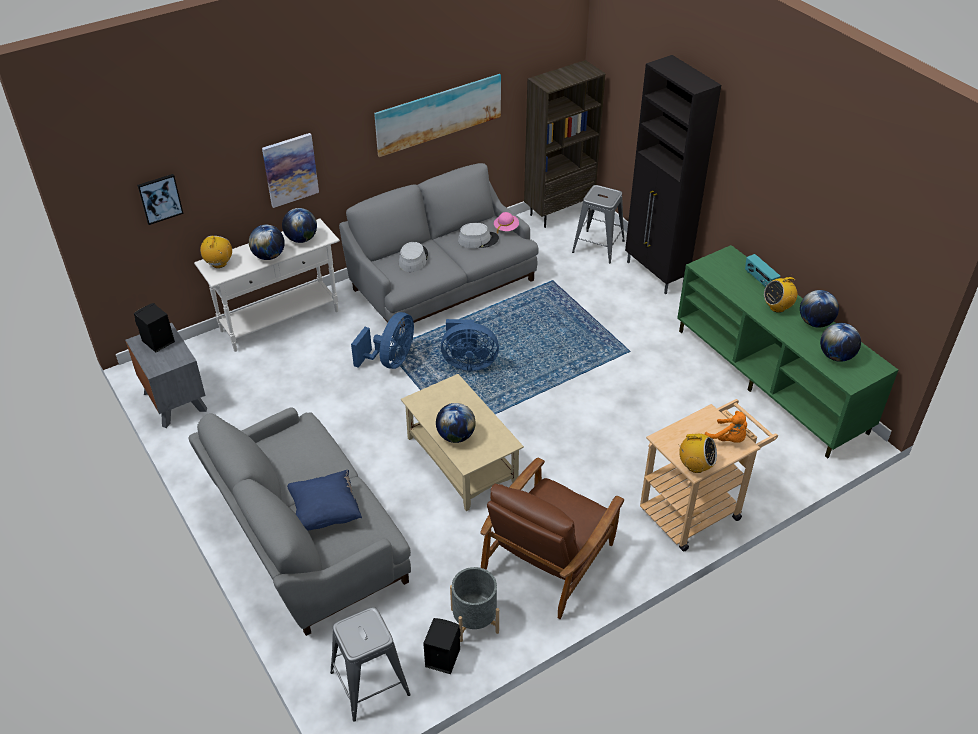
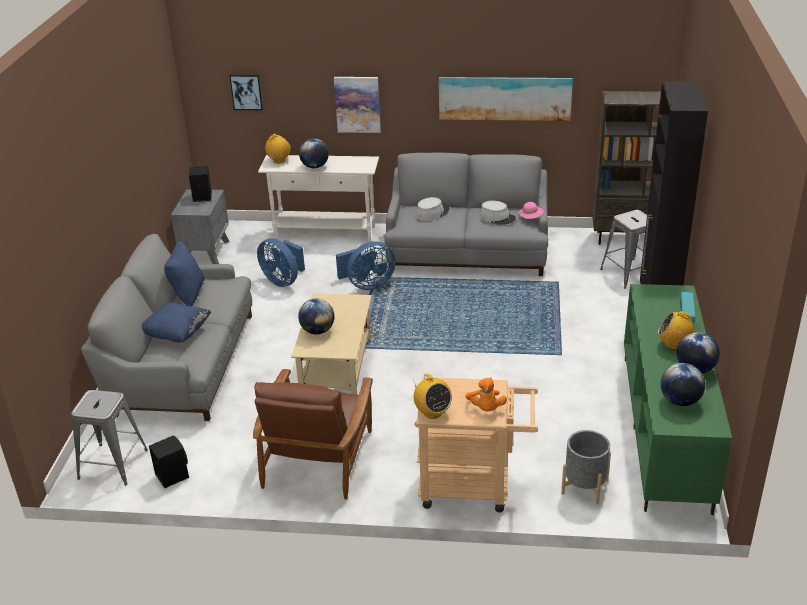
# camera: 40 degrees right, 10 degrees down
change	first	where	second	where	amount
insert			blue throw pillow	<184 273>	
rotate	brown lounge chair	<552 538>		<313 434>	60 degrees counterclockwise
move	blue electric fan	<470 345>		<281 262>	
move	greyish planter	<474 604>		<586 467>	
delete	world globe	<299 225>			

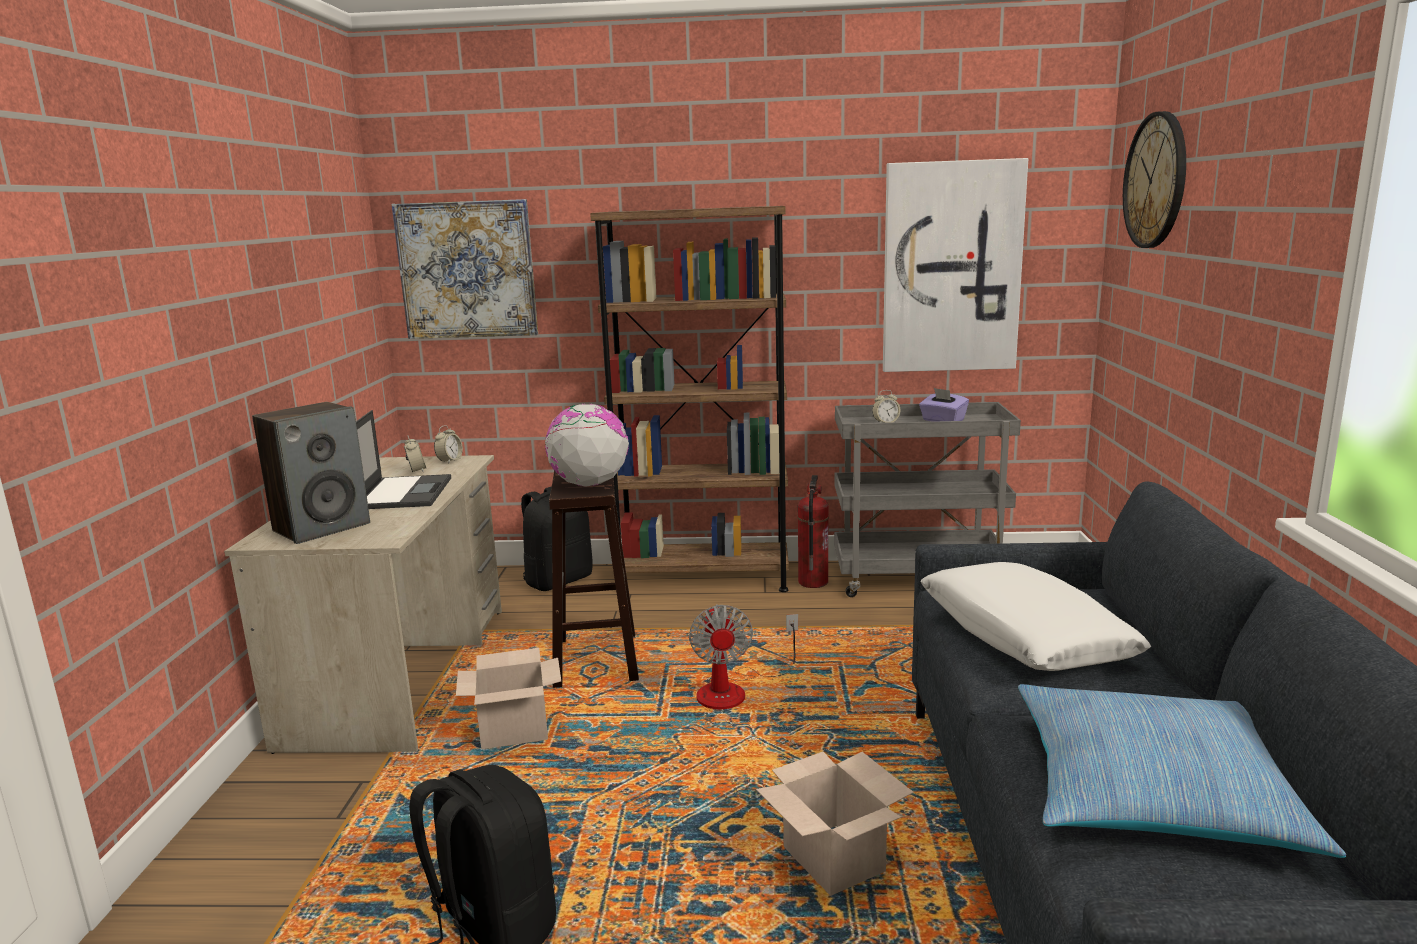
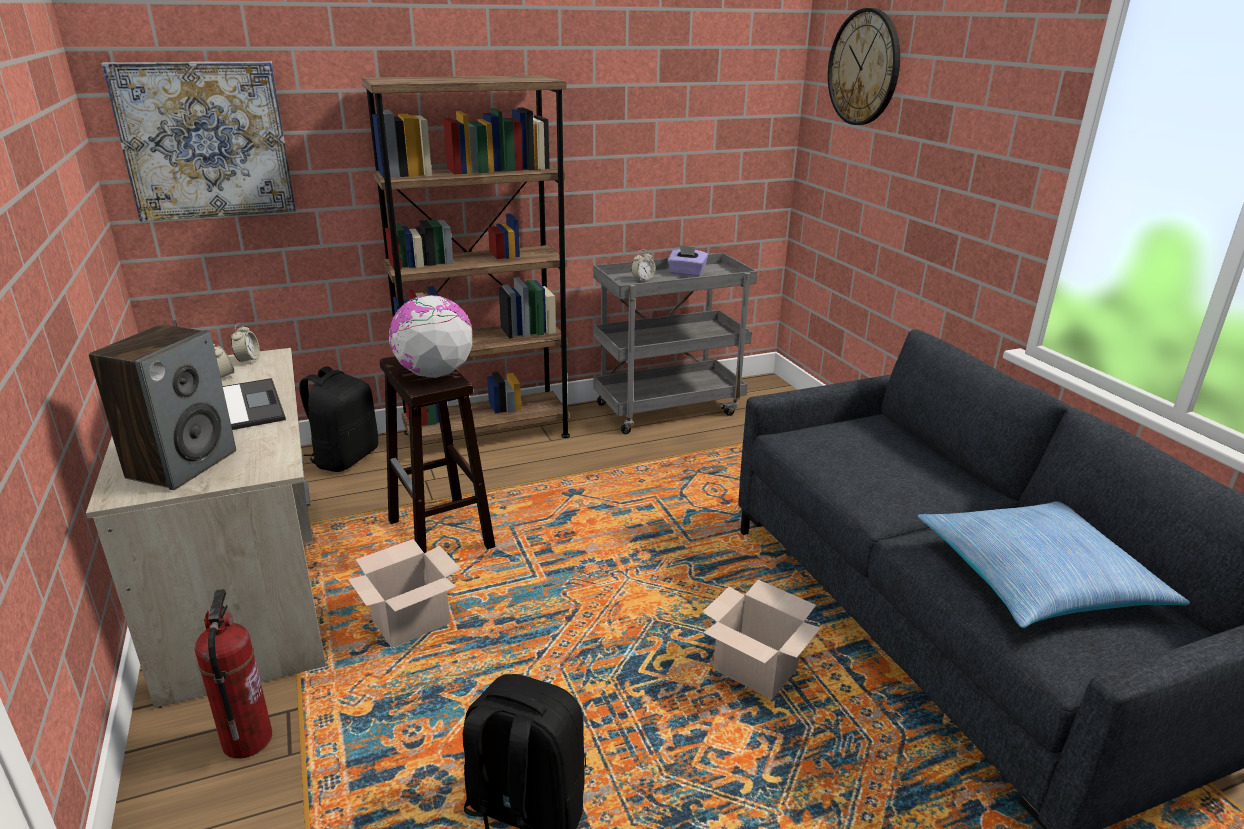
# camera: 25 degrees left, 10 degrees up
change	first	where	second	where	amount
move	extinguisher	<813 531>		<233 674>	
delete	electric fan	<743 656>			
delete	wall art	<955 265>			
delete	white throw pillow	<1035 616>			

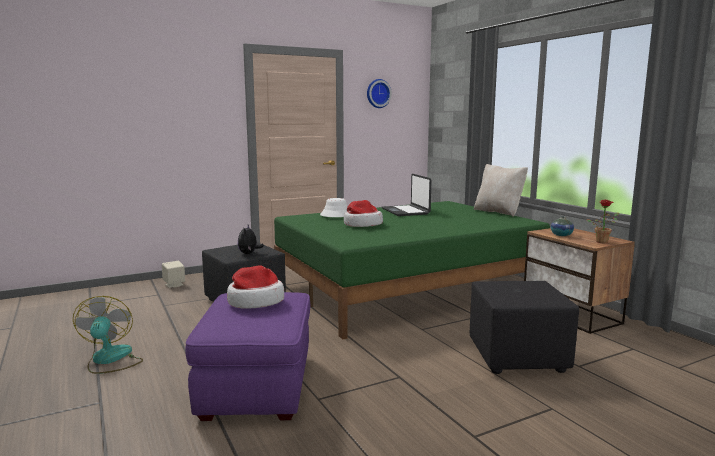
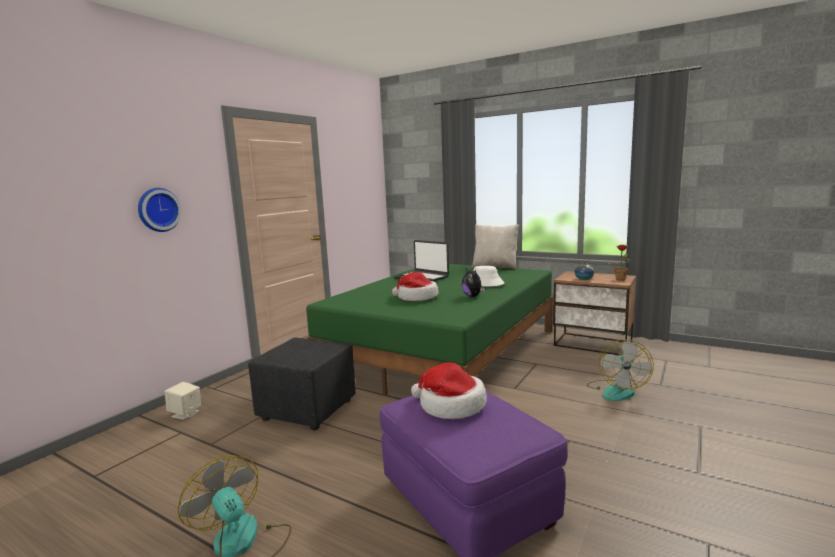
# camera: 30 degrees left, 0 degrees up
change	first	where	second	where	amount
move	wall clock	<379 93>		<160 210>	
move	cuddly toy	<251 239>		<473 282>	
move	white wearable hat	<334 207>		<489 276>	
replace	blackish ottoman	<524 327>	electric fan	<620 370>	

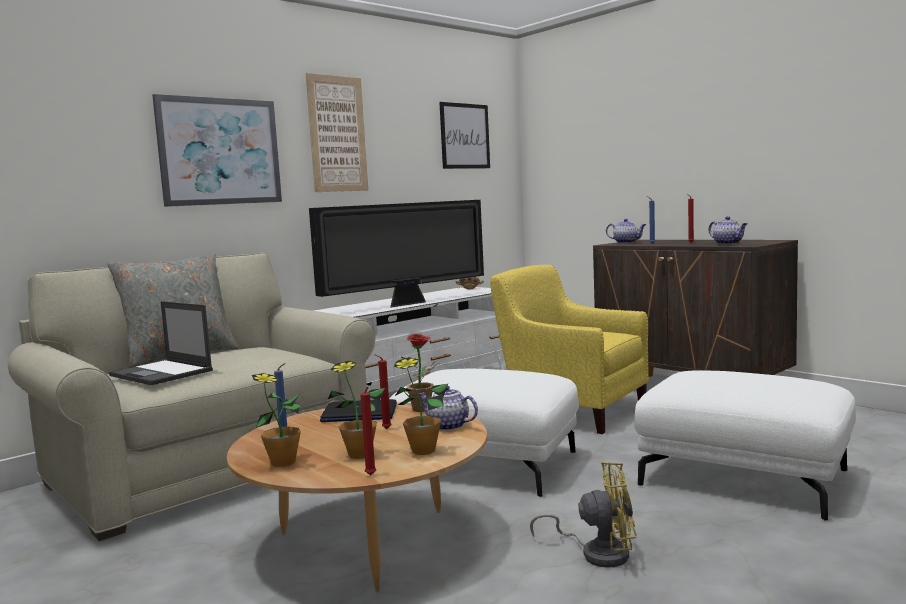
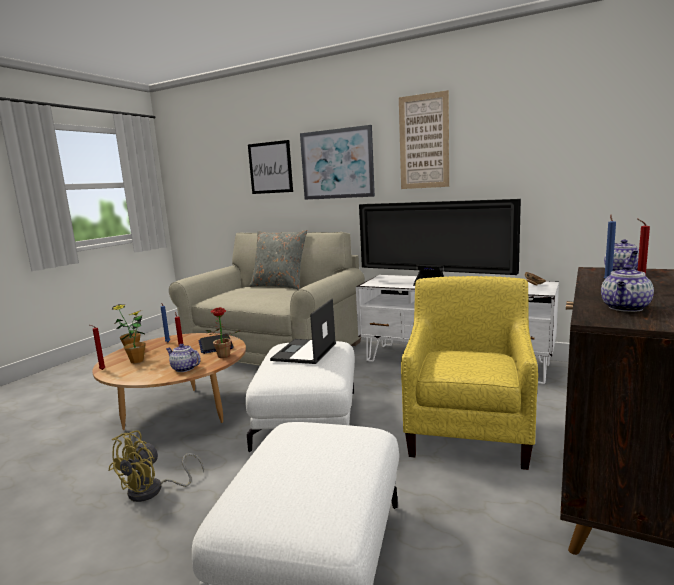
# camera: 70 degrees right, 5 degrees up
change	first	where	second	where	amount
rotate	yellow-coloured electric fan	<583 515>		<156 466>	45 degrees clockwise
rotate	pot for tea	<448 408>		<183 358>	75 degrees counterclockwise
move	wall art	<464 135>		<270 167>	
move	portable computer	<161 343>		<303 331>	
delete	potted plant	<421 406>			

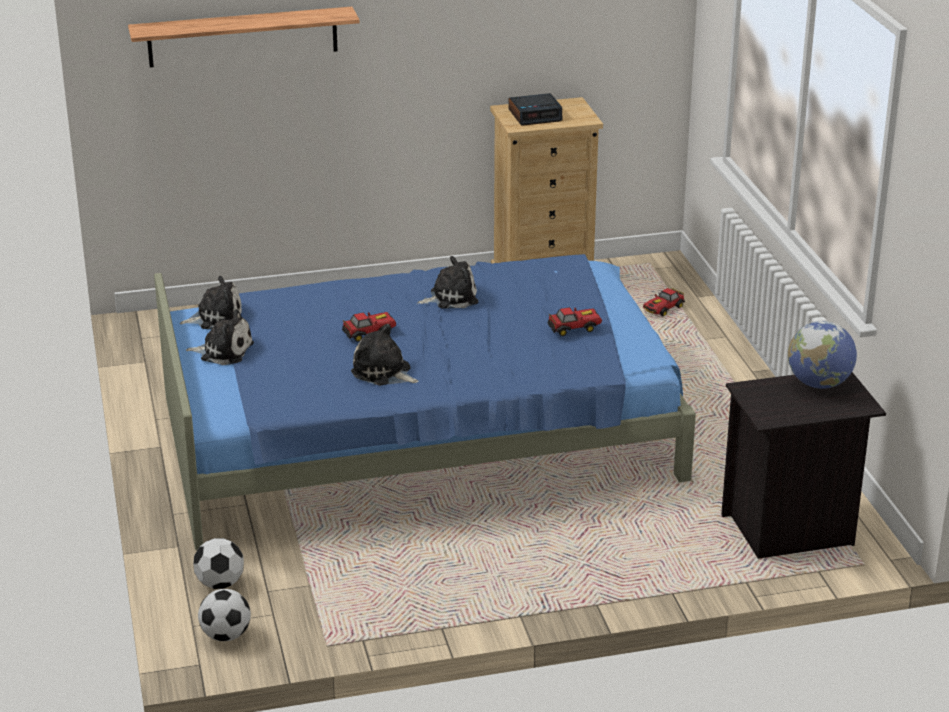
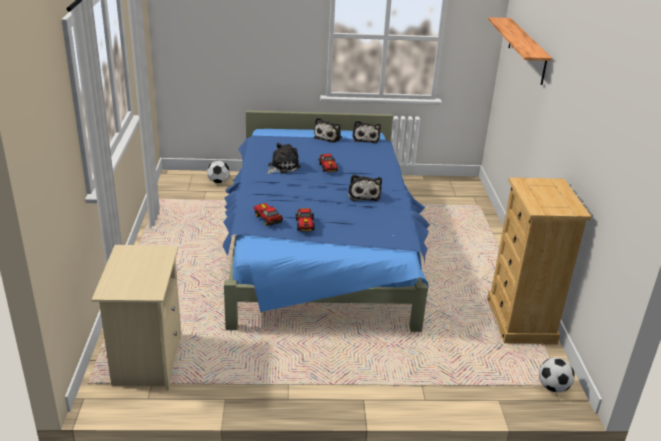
# camera: 100 degrees right, 0 degrees up
change	first	where	second	where	amount
recolor	blackish bedside table	<803 465>	sand-coloured bedside table	<136 318>	
move	miniature car	<664 302>		<268 214>	
move	football ball	<224 615>		<557 375>	
delete	table clock	<535 109>			
delete	world globe	<822 355>			

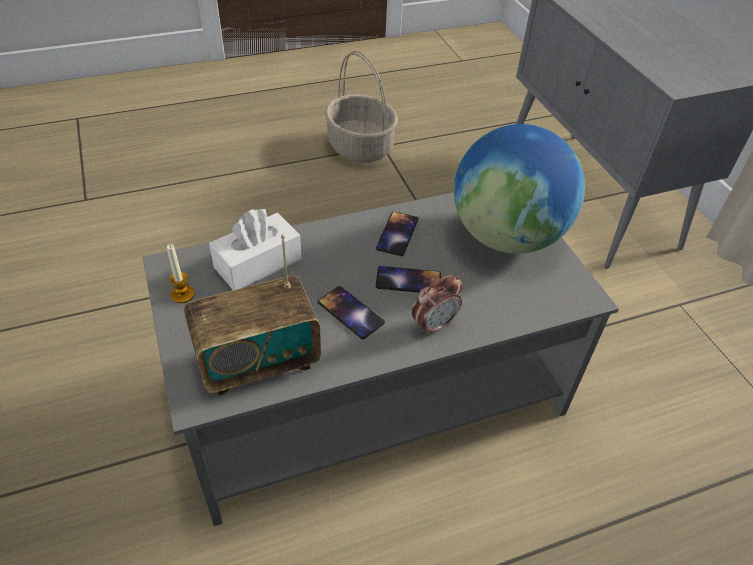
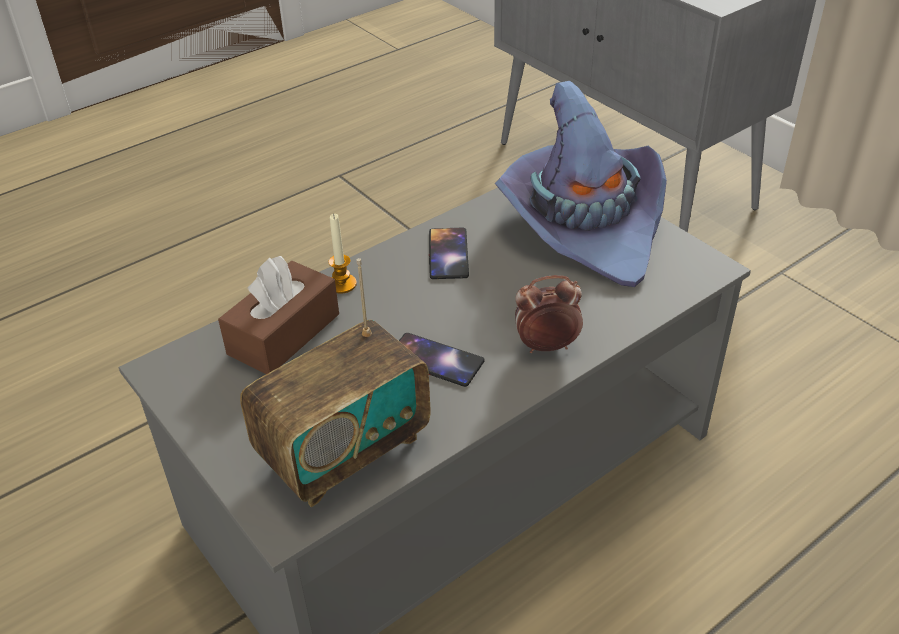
# camera: 15 degrees left, 5 degrees down
change	first	where	second	where	amount
recolor	white tissue box	<255 249>	brown tissue box	<278 315>	
move	wax light	<181 273>		<343 254>	
replace	world globe	<519 189>	purple-coloured wearable hat	<581 184>	
rotate	table clock	<437 305>		<549 314>	135 degrees counterclockwise
delete	household basket	<361 106>			
delete	phone	<408 279>			

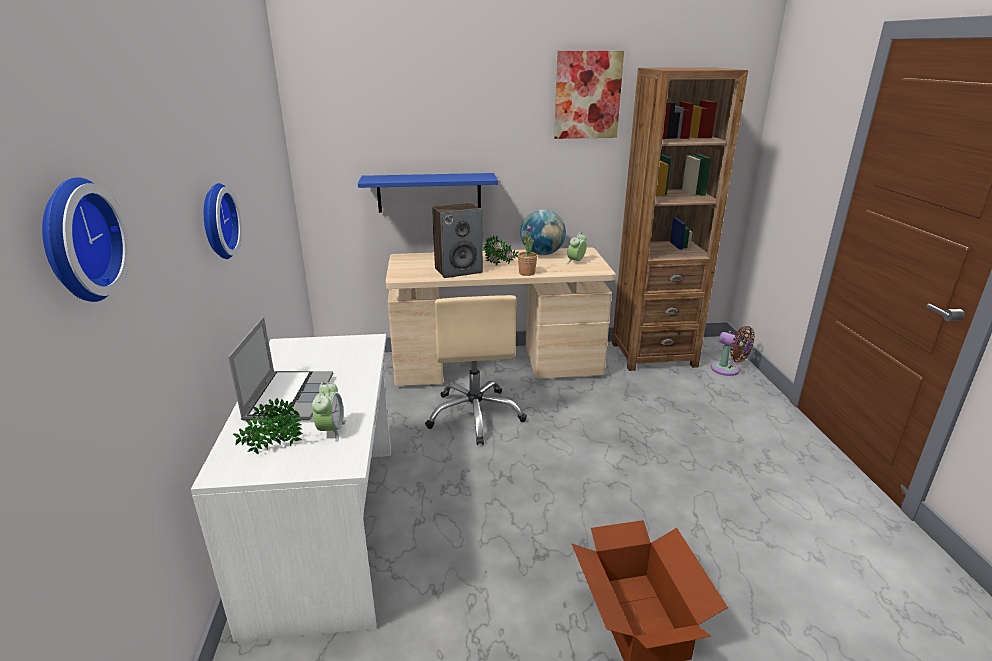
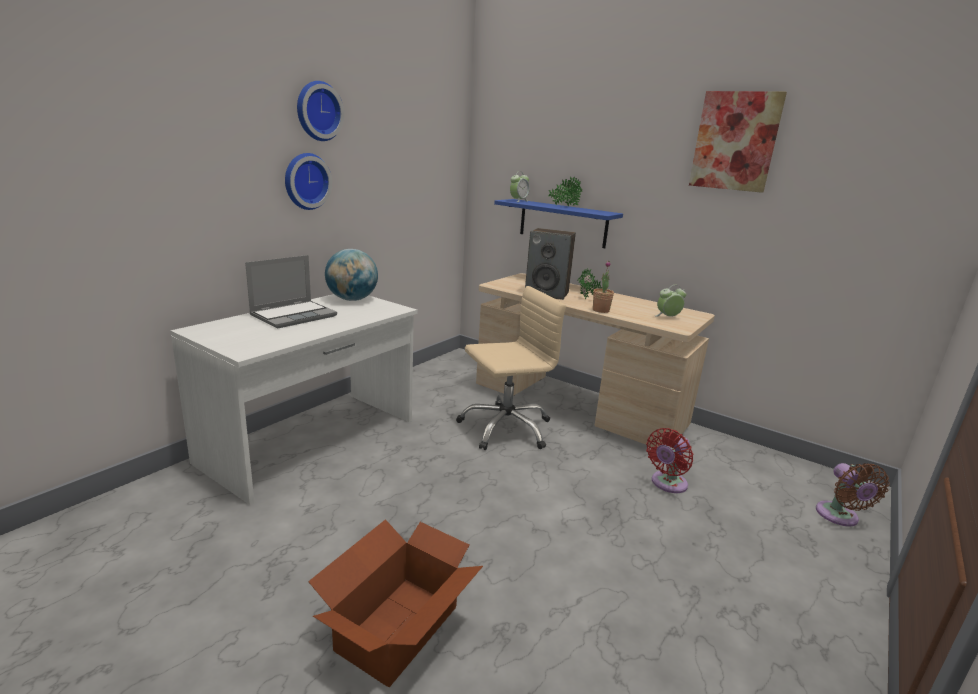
# camera: 40 degrees right, 5 degrees down
change	first	where	second	where	amount
move	wall clock	<86 239>		<320 111>	
move	world globe	<543 232>		<351 275>	
rotate	sand-coloured computer chair	<476 370>		<511 368>	150 degrees counterclockwise
move	table clock	<329 412>		<520 186>	
move	potted plant	<268 426>		<565 191>	
insert			red-coloured electric fan	<669 460>	
delete	brown bookcase	<680 219>			

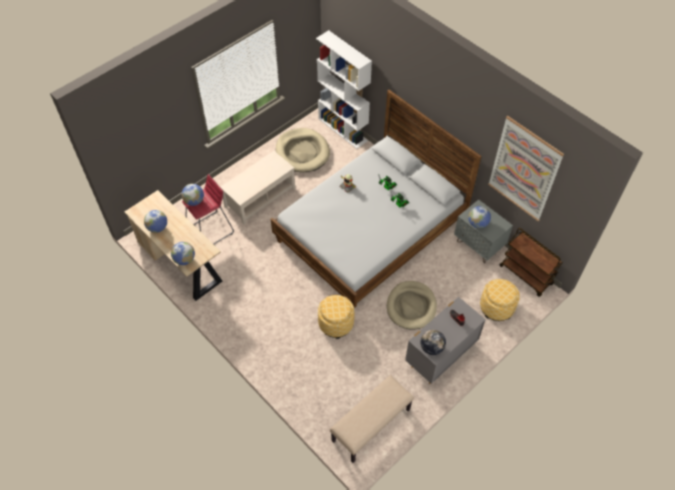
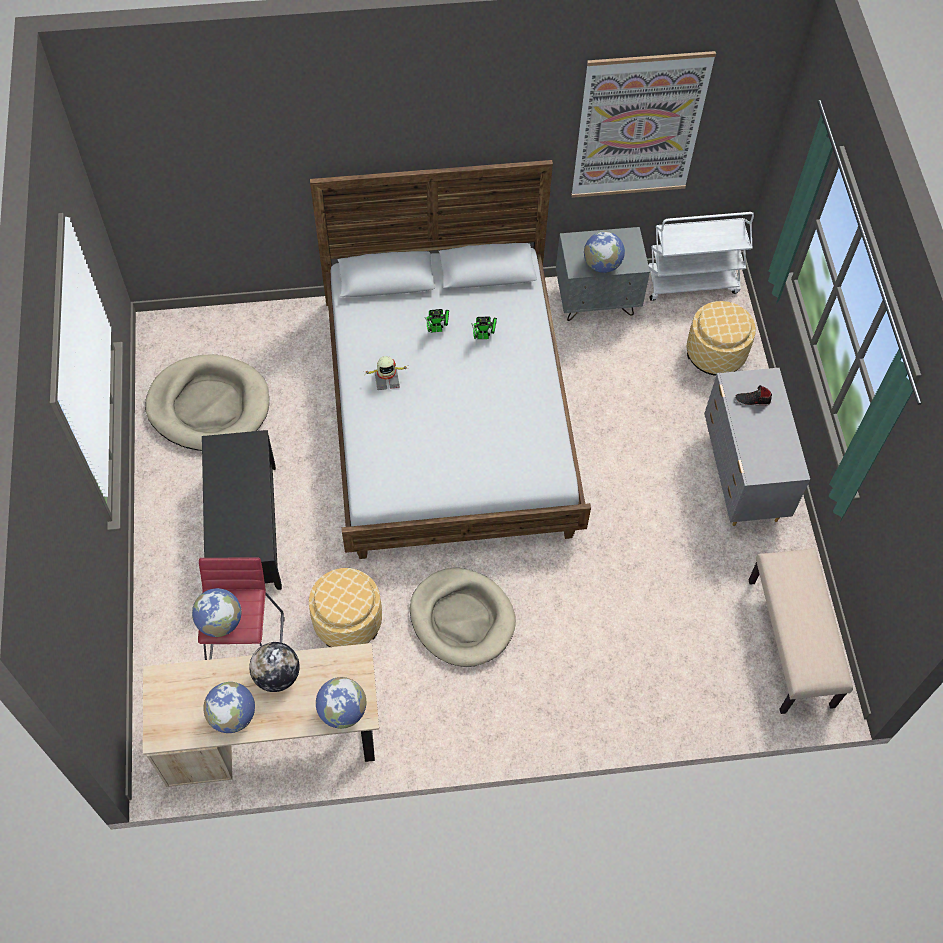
# camera: 55 degrees left, 5 degrees up
change	first	where	second	where	amount
recolor	sand-coloured lounge table	<257 188>	blackish lounge table	<242 510>	
move	world globe	<433 342>		<274 667>	
move	ottoman	<336 317>		<345 607>	
move	sand-coloured dog bed	<412 305>		<463 617>	
recolor	brown cart	<531 262>	white cart	<701 256>	
delete	white bookcase	<344 89>			

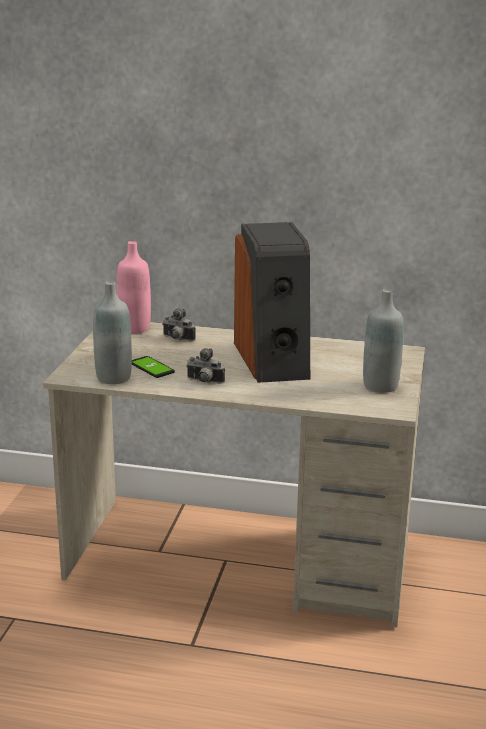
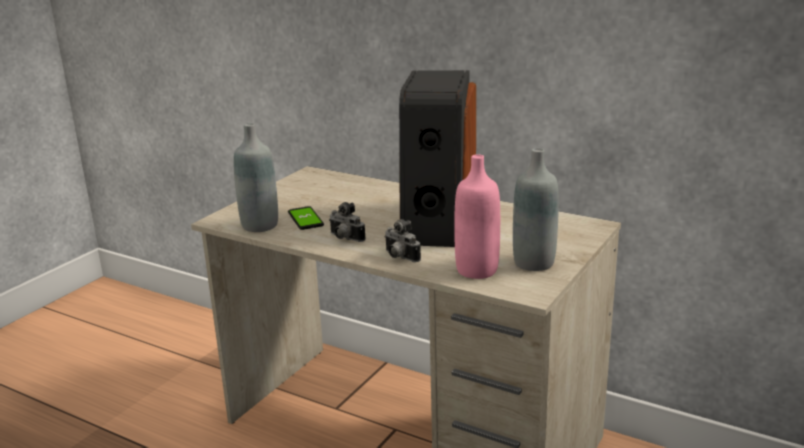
# camera: 20 degrees right, 0 degrees up
change	first	where	second	where	amount
move	still camera	<179 324>		<402 240>	
move	pink bottle	<134 287>		<477 216>	

